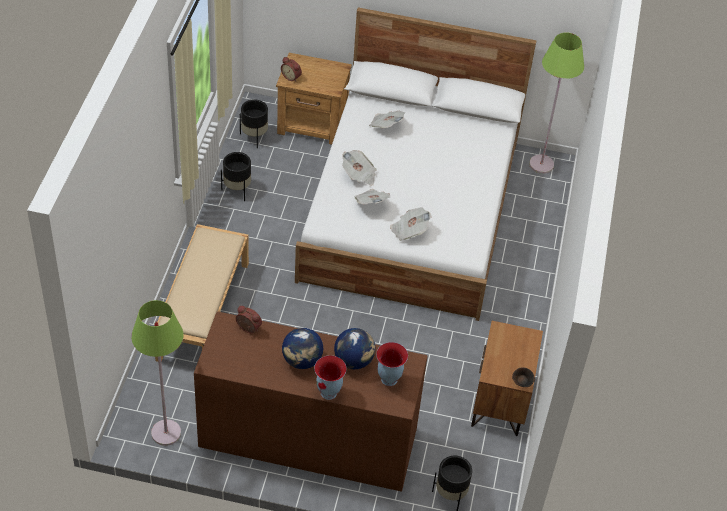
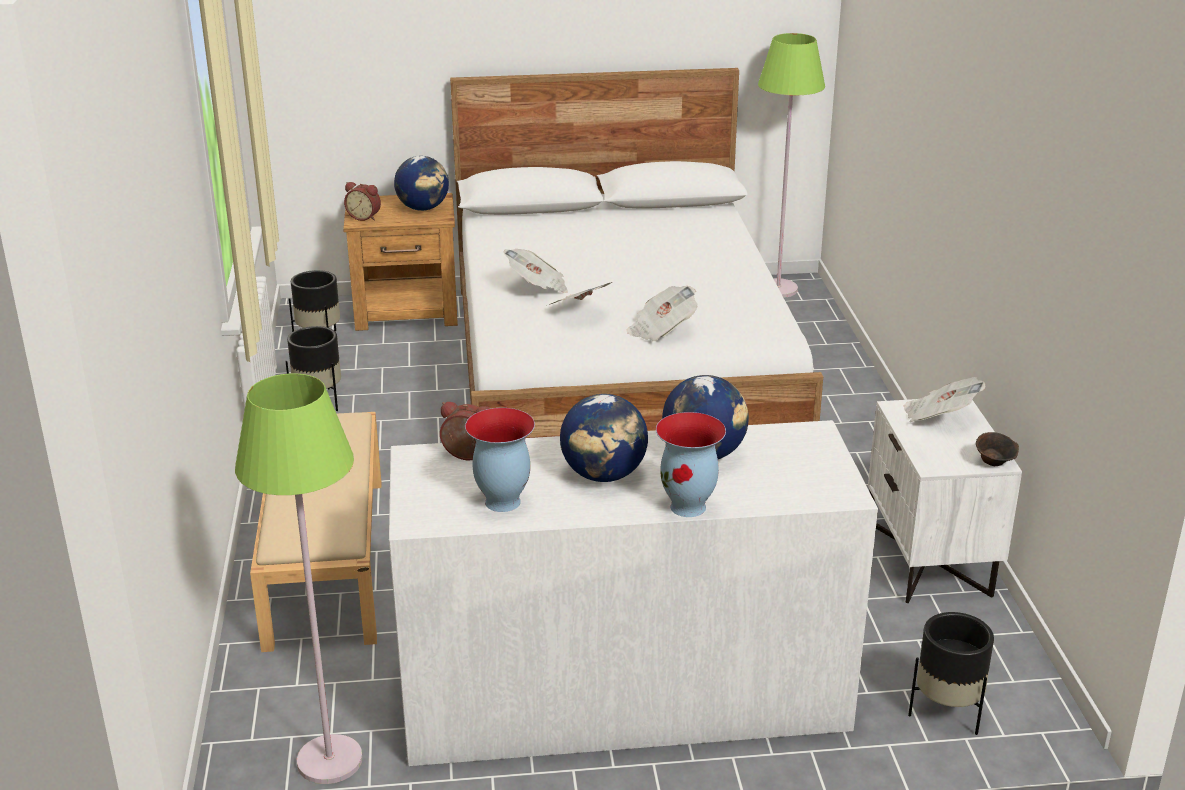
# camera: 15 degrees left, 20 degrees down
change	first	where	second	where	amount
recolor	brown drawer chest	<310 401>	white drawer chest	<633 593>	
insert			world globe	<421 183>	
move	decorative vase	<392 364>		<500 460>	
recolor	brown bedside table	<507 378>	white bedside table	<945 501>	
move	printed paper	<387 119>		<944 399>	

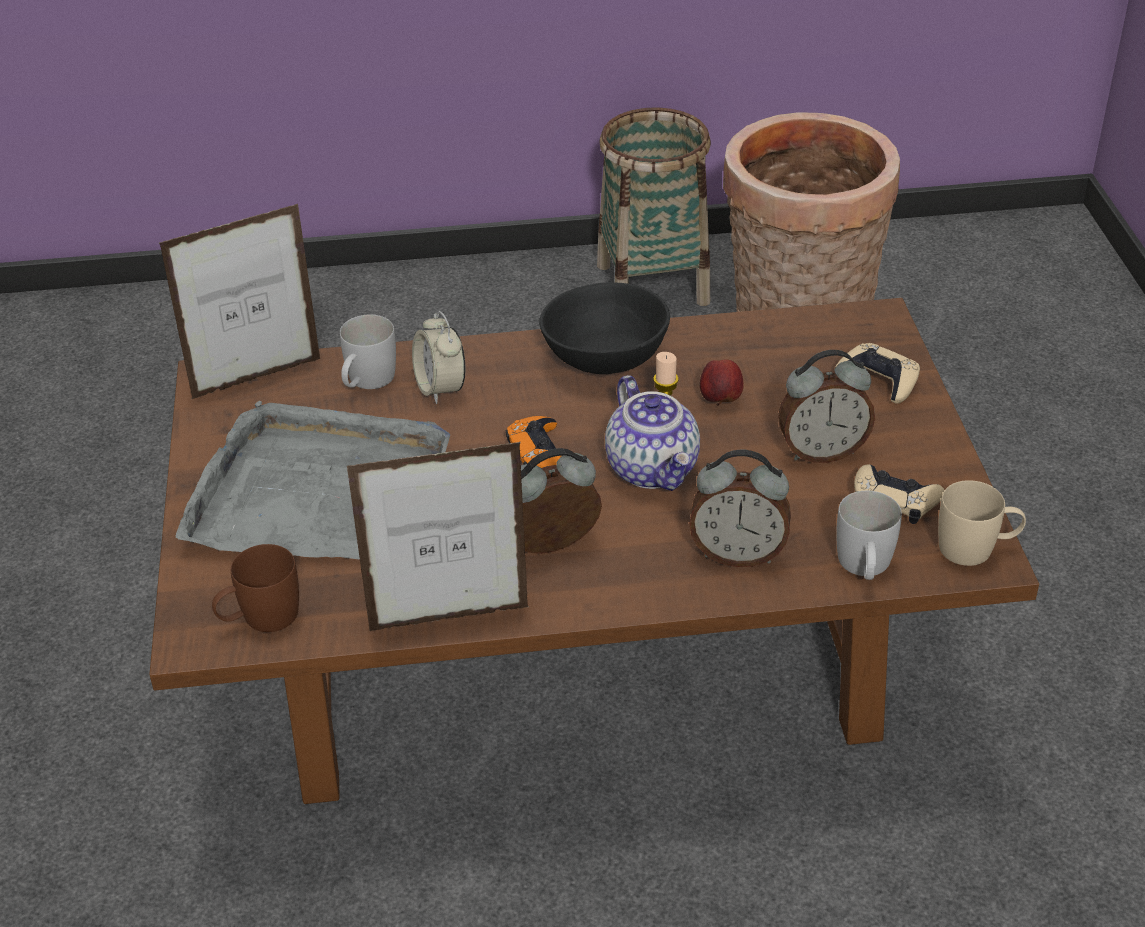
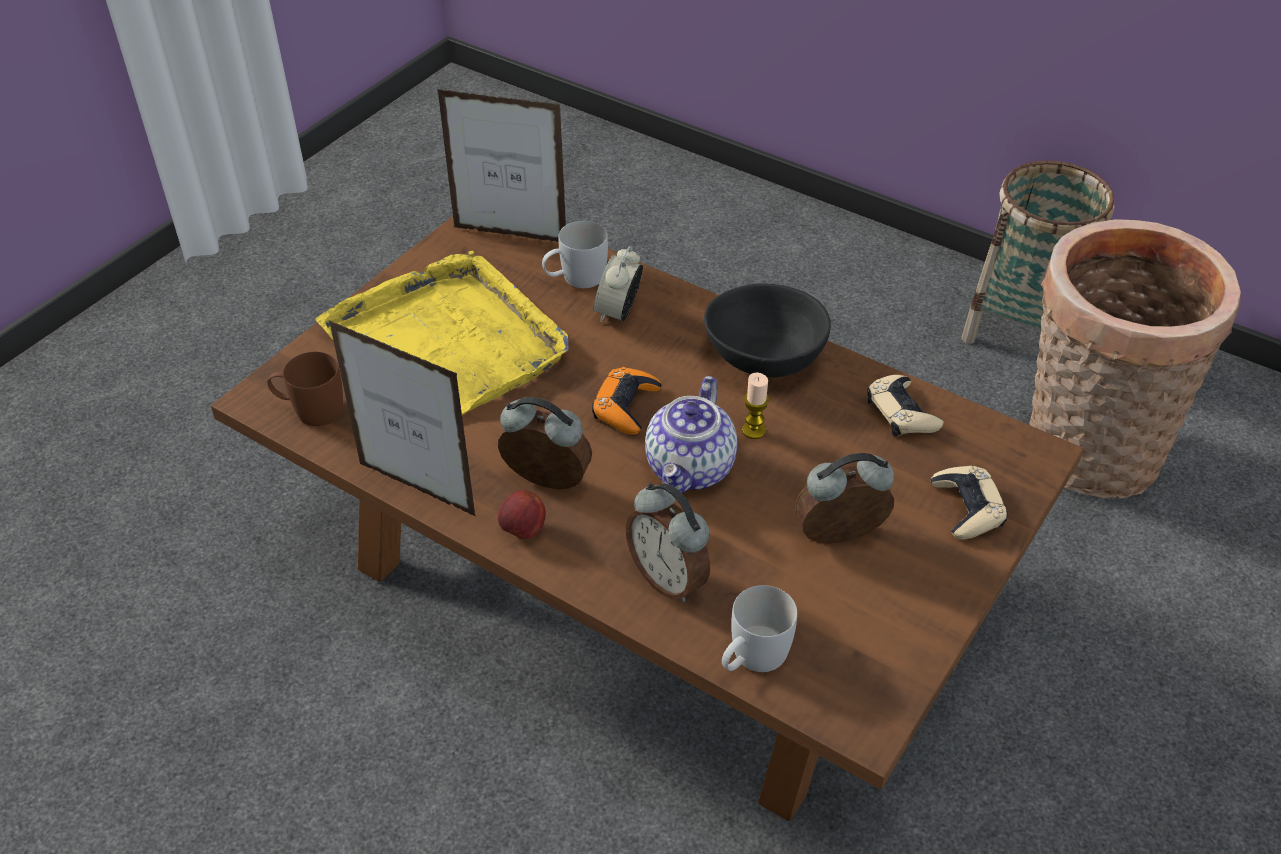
# camera: 40 degrees right, 5 degrees up
change	first	where	second	where	amount
recolor	greyish serving tray	<313 480>	yellow-coloured serving tray	<442 333>	
move	whole apple	<722 382>		<522 514>	
rotate	table clock	<826 406>		<844 498>	135 degrees clockwise
move	sand-coloured gamepad	<899 494>		<905 406>	
delete	sand-coloured coffee mug	<982 523>			

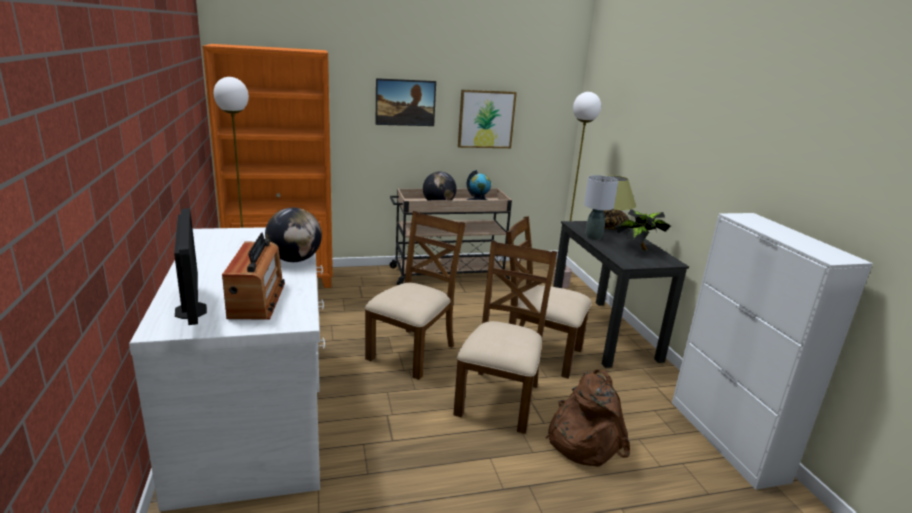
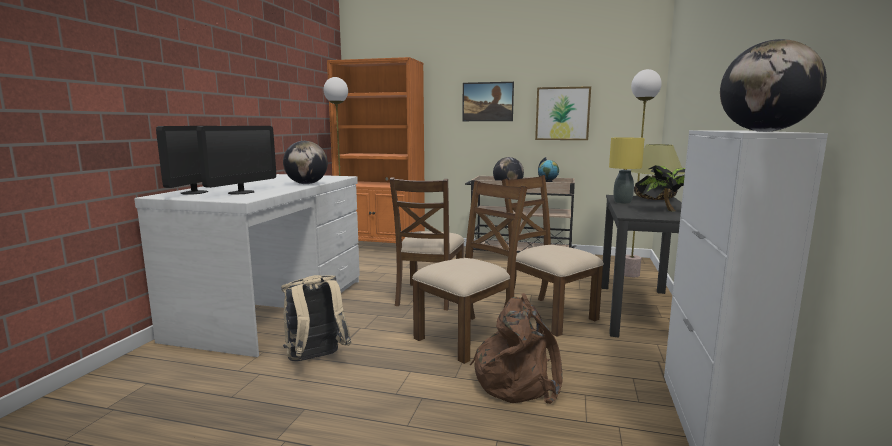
# camera: 30 degrees right, 10 degrees down
change	first	where	second	where	amount
replace	radio receiver	<253 276>	monitor	<236 160>	
insert			sand-coloured backpack	<316 318>	
rotate	brown upright chair	<415 295>		<426 243>	135 degrees clockwise
recolor	greyish tabletop lamp	<601 207>	yellow-coloured tabletop lamp	<627 171>	
insert			world globe	<773 85>	

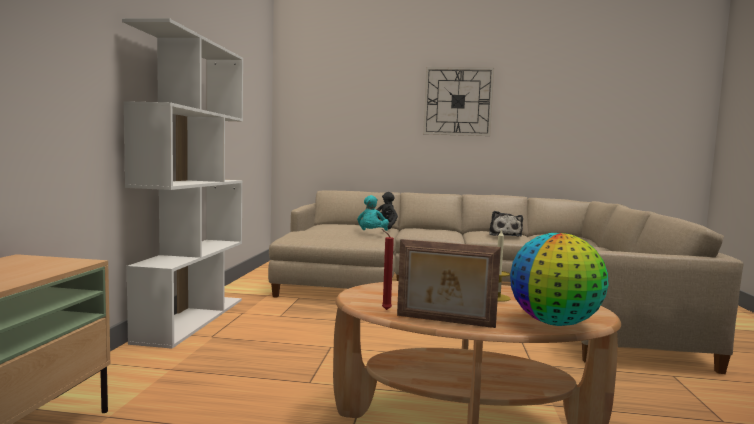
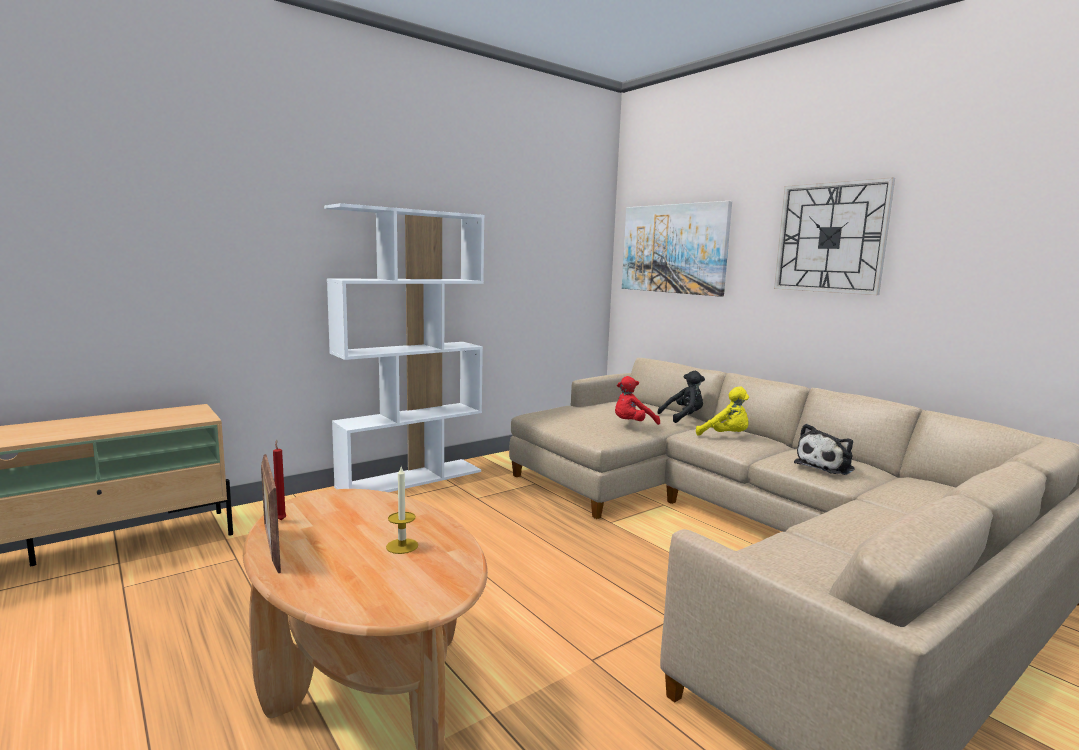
# camera: 45 degrees right, 5 degrees up
change	first	where	second	where	amount
recolor	turquoise cuddly toy	<373 213>	red-coloured cuddly toy	<637 400>	
insert			wall art	<677 249>	
insert			yellow-coloured cuddly toy	<722 411>	
delete	world globe	<559 279>			

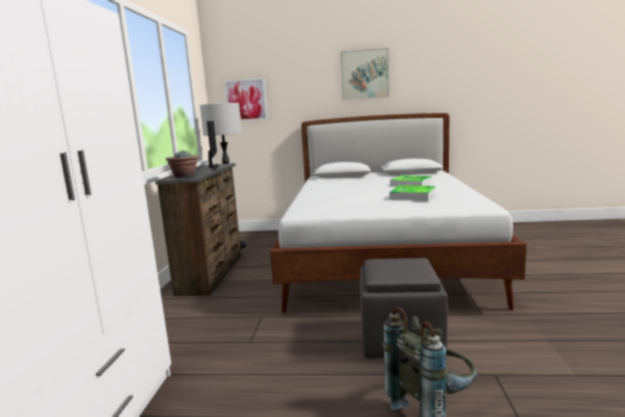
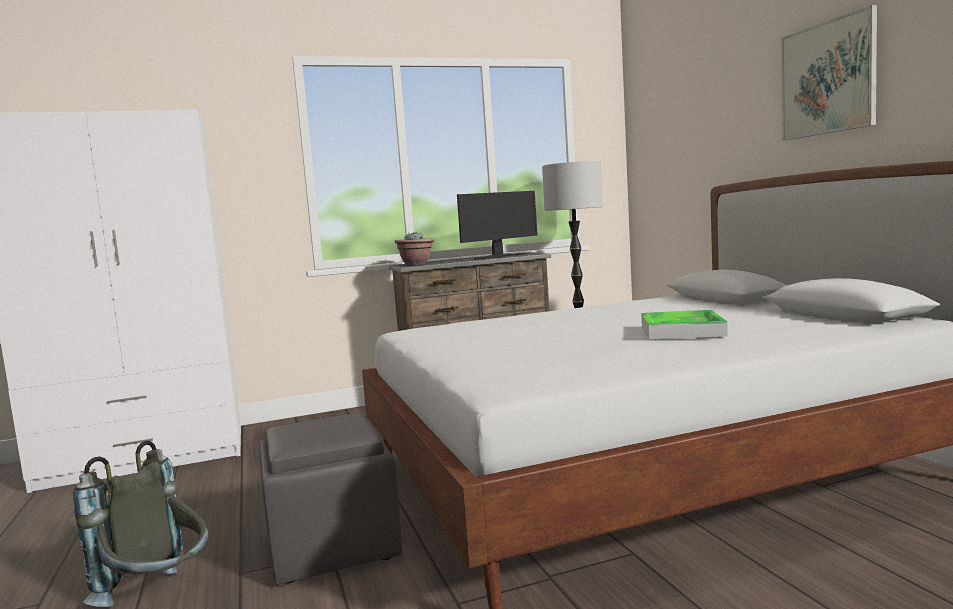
# camera: 65 degrees right, 5 degrees down
change	first	where	second	where	amount
delete	wall art	<246 99>			
delete	serving tray	<413 193>			

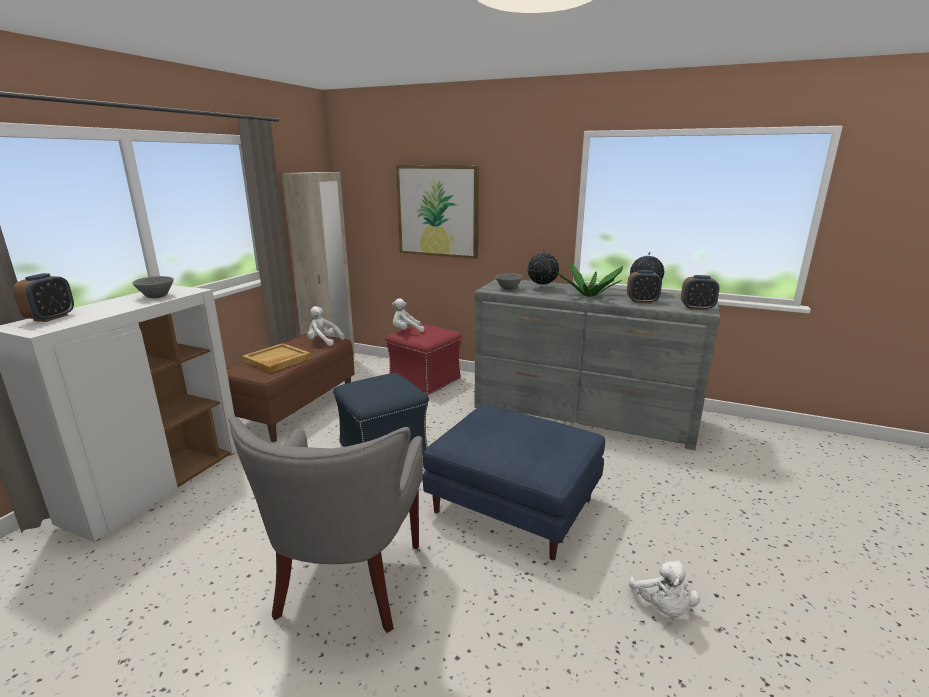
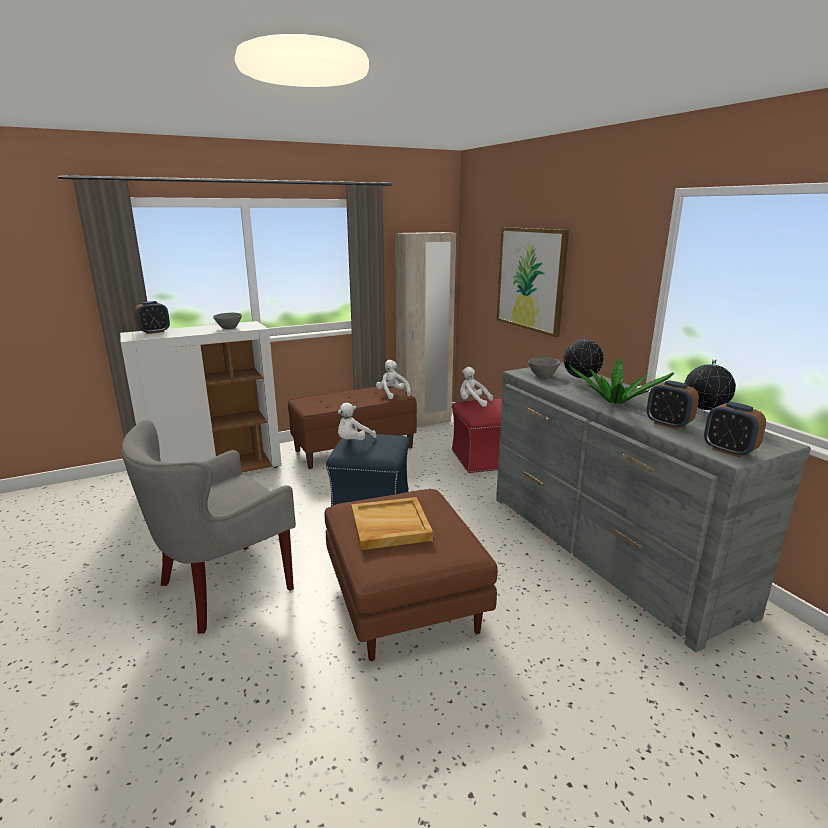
# camera: 40 degrees right, 0 degrees up
change	first	where	second	where	amount
recolor	blue ottoman	<514 482>	brown ottoman	<411 575>	
move	white cuddly toy	<664 588>		<357 421>	
move	sand-coloured serving tray	<276 358>		<392 523>	

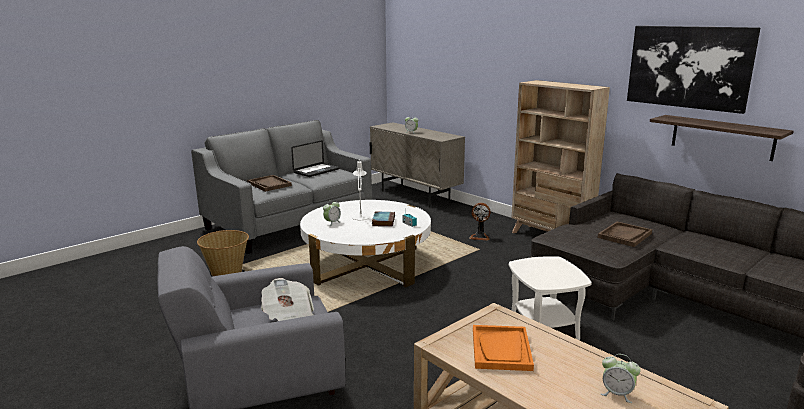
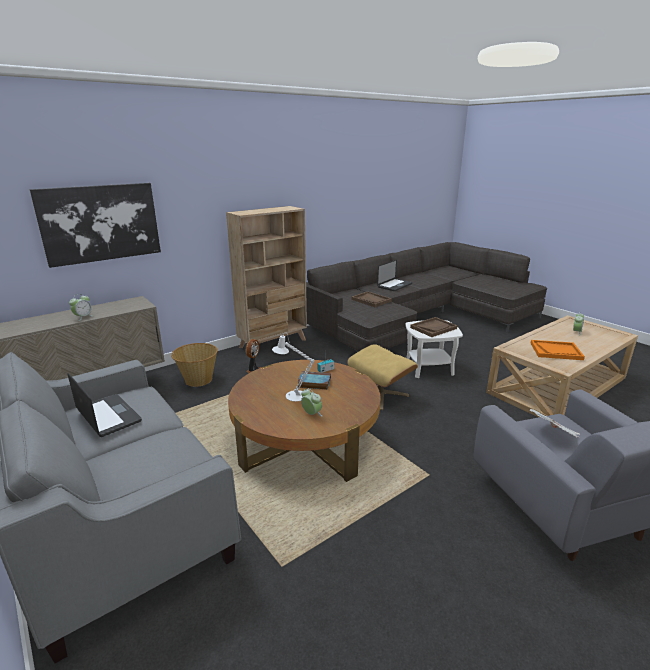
# camera: 85 degrees left, 5 degrees up
change	first	where	second	where	amount
move	wall art	<693 70>		<95 225>	
move	household basket	<223 253>		<194 365>	
recolor	white lounge table	<365 243>	brown lounge table	<304 421>	
insert			sand-coloured ottoman	<382 377>	
insert			portable computer	<394 275>	
move	brown serving tray	<269 183>		<433 327>	
delete	bracket shelf	<722 138>			

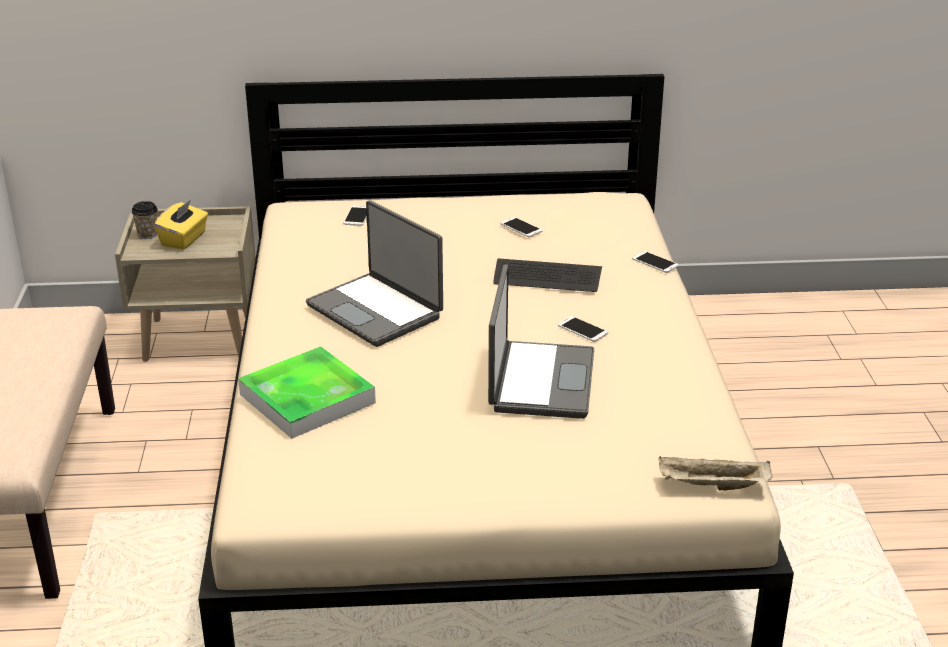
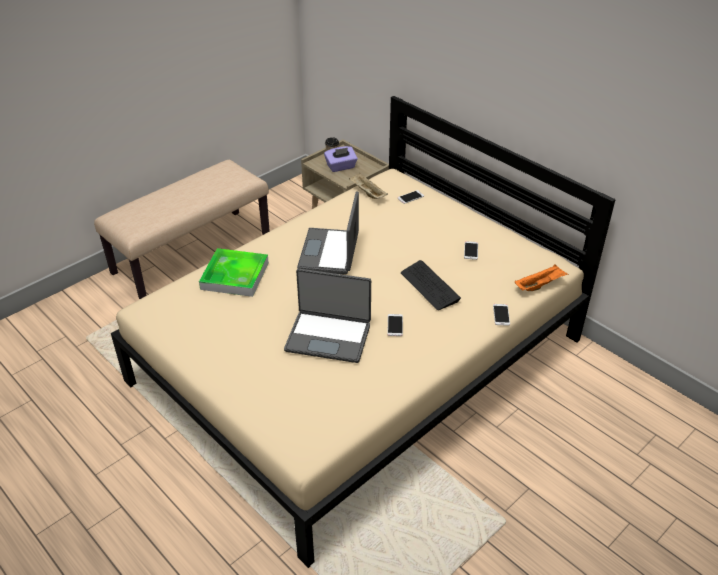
# camera: 50 degrees right, 10 degrees up
change	first	where	second	where	amount
rotate	portable computer	<541 342>		<327 316>	45 degrees clockwise
recolor	yellow-coloured tissue box	<181 225>	purple-coloured tissue box	<341 159>	
move	sand-coloured serving tray	<715 473>		<368 185>	
insert			orange serving tray	<541 277>	

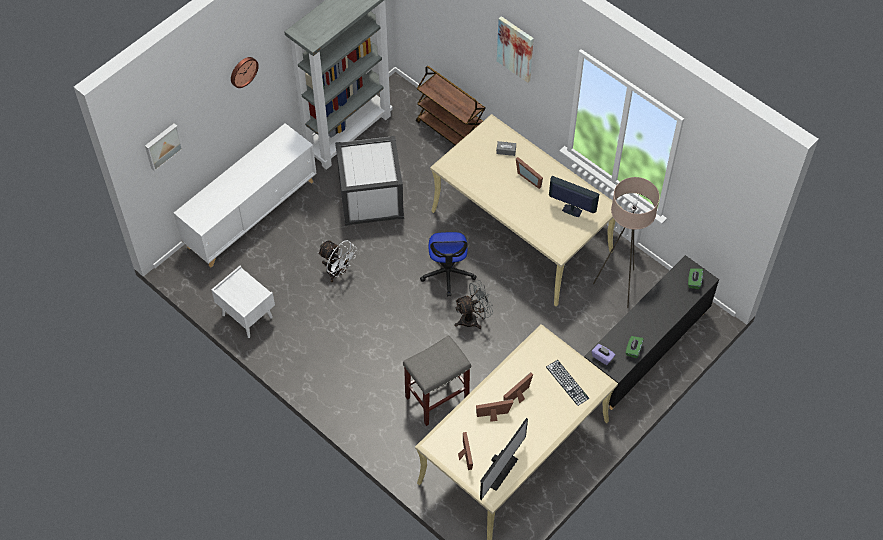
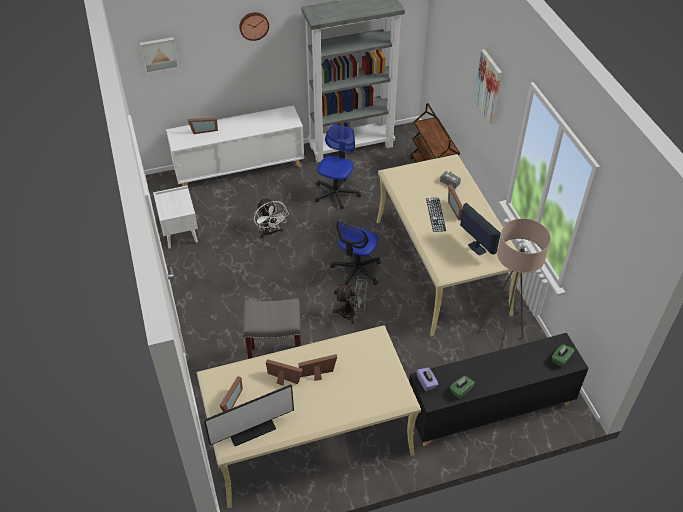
# camera: 30 degrees right, 10 degrees down
change	first	where	second	where	amount
insert			photo frame	<202 126>	
replace	white storage container	<369 181>	computer chair	<338 166>	
move	PC keyboard	<567 383>		<436 215>	

